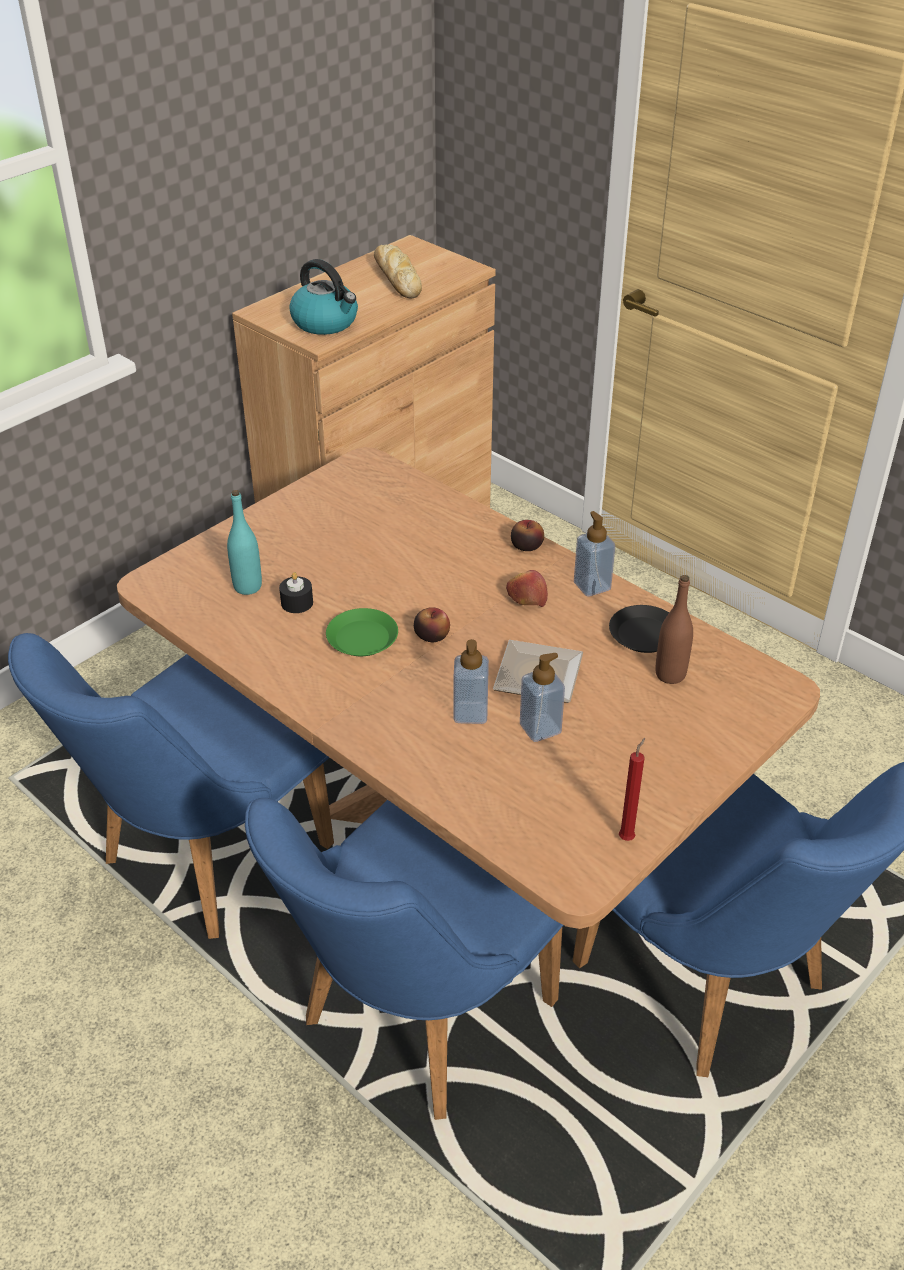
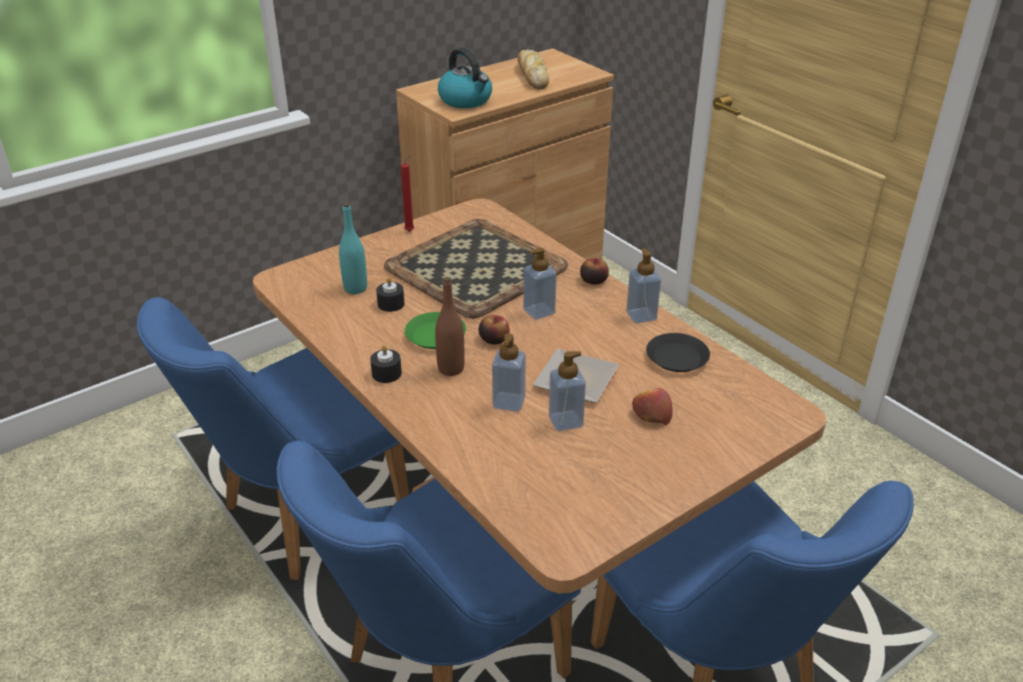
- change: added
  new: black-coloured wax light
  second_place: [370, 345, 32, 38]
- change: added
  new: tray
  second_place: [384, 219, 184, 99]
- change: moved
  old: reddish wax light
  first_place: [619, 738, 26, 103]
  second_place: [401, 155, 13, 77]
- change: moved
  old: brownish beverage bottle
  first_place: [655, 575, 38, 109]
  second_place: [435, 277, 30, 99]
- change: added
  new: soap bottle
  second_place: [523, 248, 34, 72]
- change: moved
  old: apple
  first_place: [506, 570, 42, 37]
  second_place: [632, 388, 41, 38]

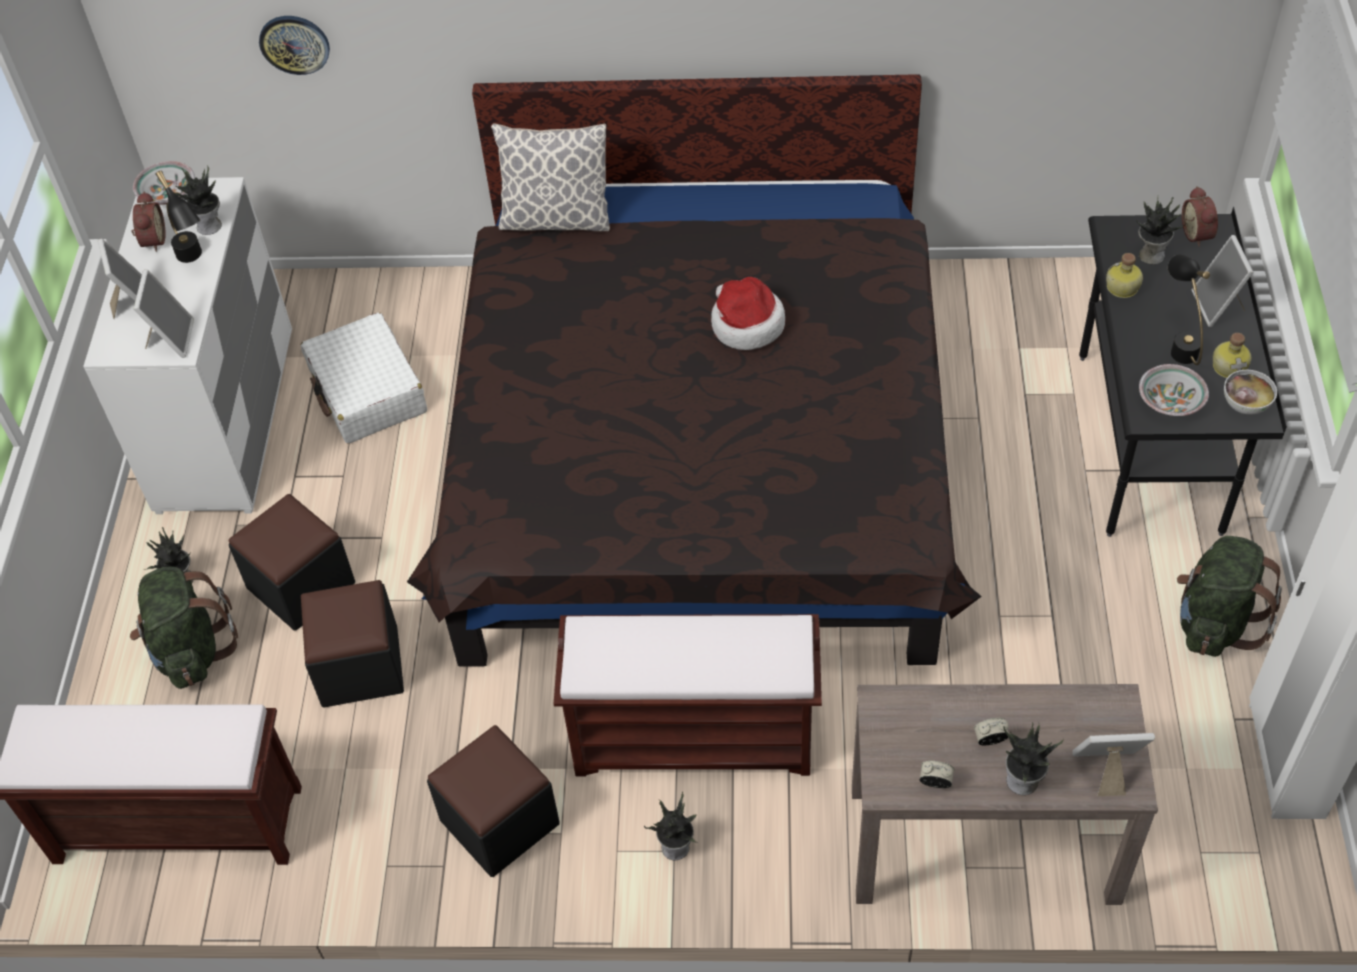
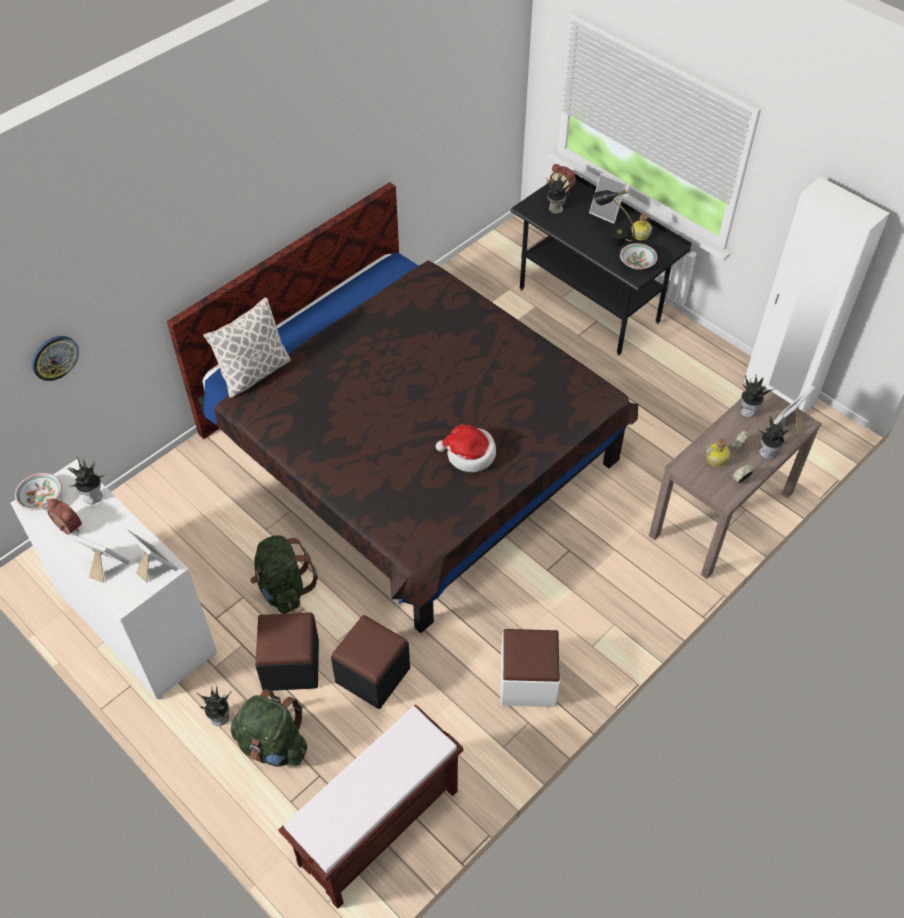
- change: moved
  old: greenish knapsack
  first_place: [1177, 536, 105, 121]
  second_place: [250, 535, 68, 79]
- change: moved
  old: clothing hat
  first_place: [711, 277, 74, 73]
  second_place: [436, 425, 60, 47]
- change: recoloured
  old: black-coloured ottoman
  new: white ottoman
  first_place: [427, 725, 133, 152]
  second_place: [501, 629, 59, 78]
- change: moved
  old: beverage bottle
  first_place: [1106, 253, 37, 45]
  second_place: [706, 439, 24, 28]
- change: moved
  old: plant in a pot
  first_place: [644, 792, 54, 68]
  second_place: [740, 374, 34, 44]
- change: removed
  old: black-coloured lamp for a table
  first_place: [156, 171, 46, 92]
- change: removed
  old: white piece of luggage
  first_place: [301, 312, 126, 132]
- change: removed
  old: brownish bench
  first_place: [554, 614, 268, 162]
- change: removed
  old: bowl
  first_place: [1224, 370, 53, 45]

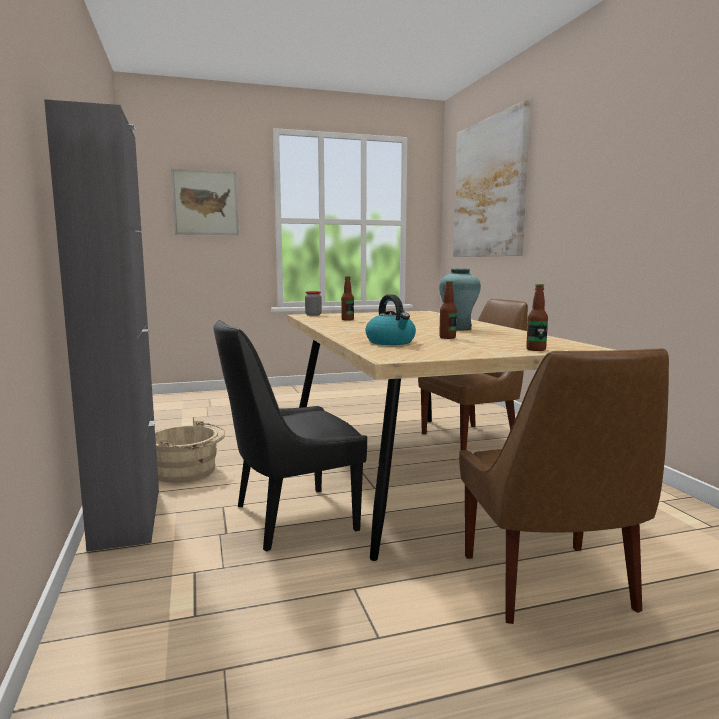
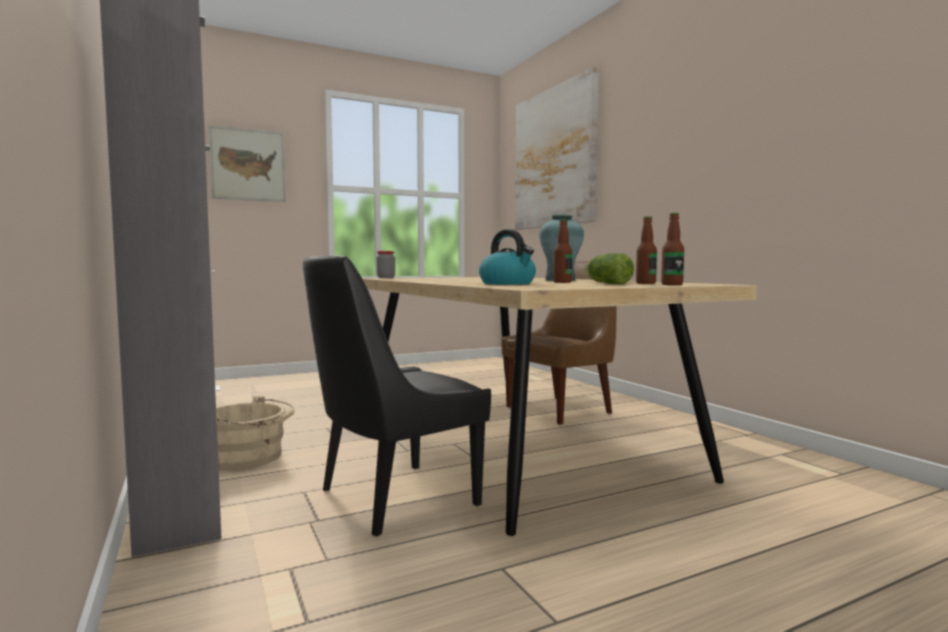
- change: added
  new: head of lettuce
  second_place: [585, 253, 49, 31]
- change: moved
  old: beverage bottle
  first_place: [341, 276, 13, 44]
  second_place: [636, 216, 21, 68]
- change: removed
  old: brownish upright chair
  first_place: [459, 348, 210, 276]

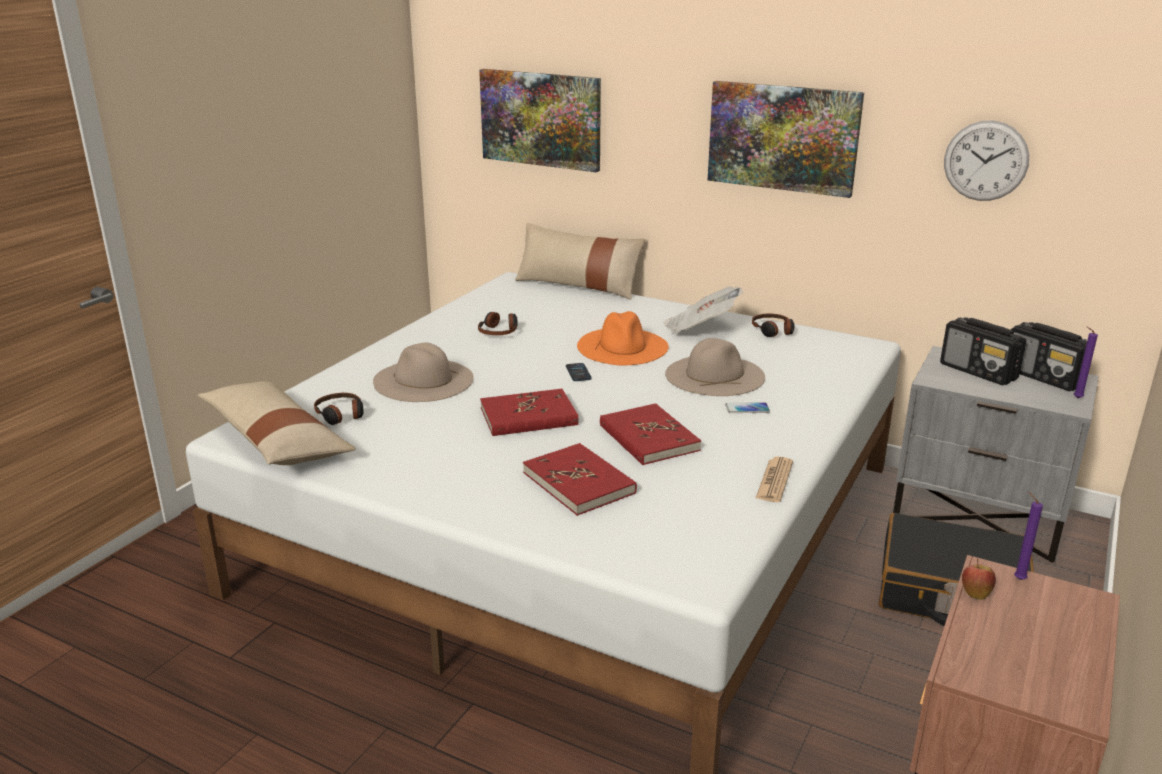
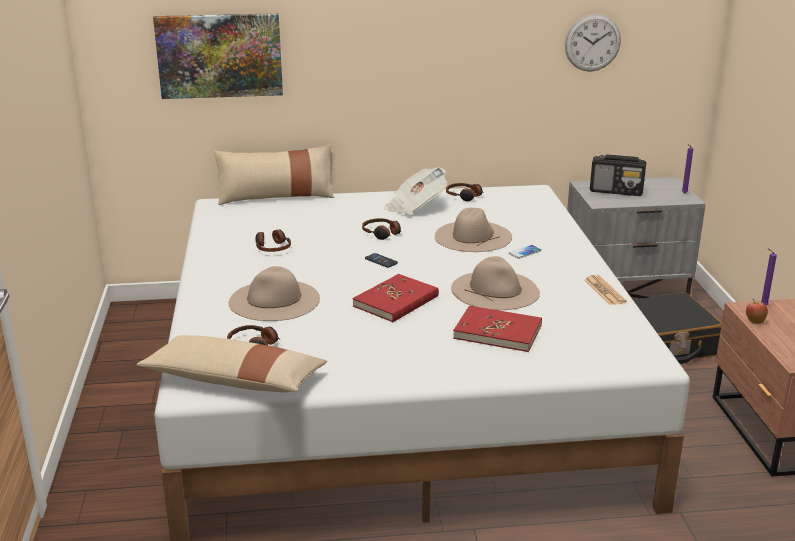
- change: replaced
  old: orange clothing hat
  new: headset
  first_place: [577, 311, 92, 54]
  second_place: [362, 218, 39, 22]
- change: replaced
  old: reddish bound book
  new: sand-coloured clothing hat
  first_place: [600, 403, 101, 62]
  second_place: [451, 256, 89, 54]
- change: removed
  old: wall art
  first_place: [708, 81, 156, 117]
- change: removed
  old: radio receiver
  first_place: [1011, 322, 76, 69]

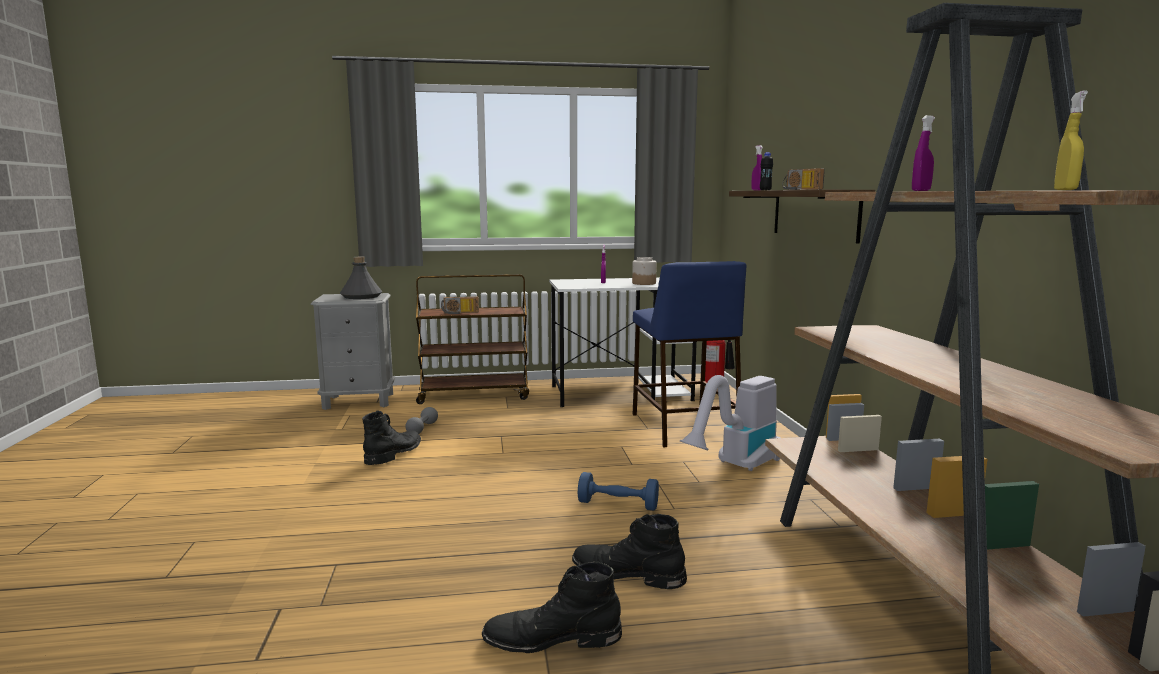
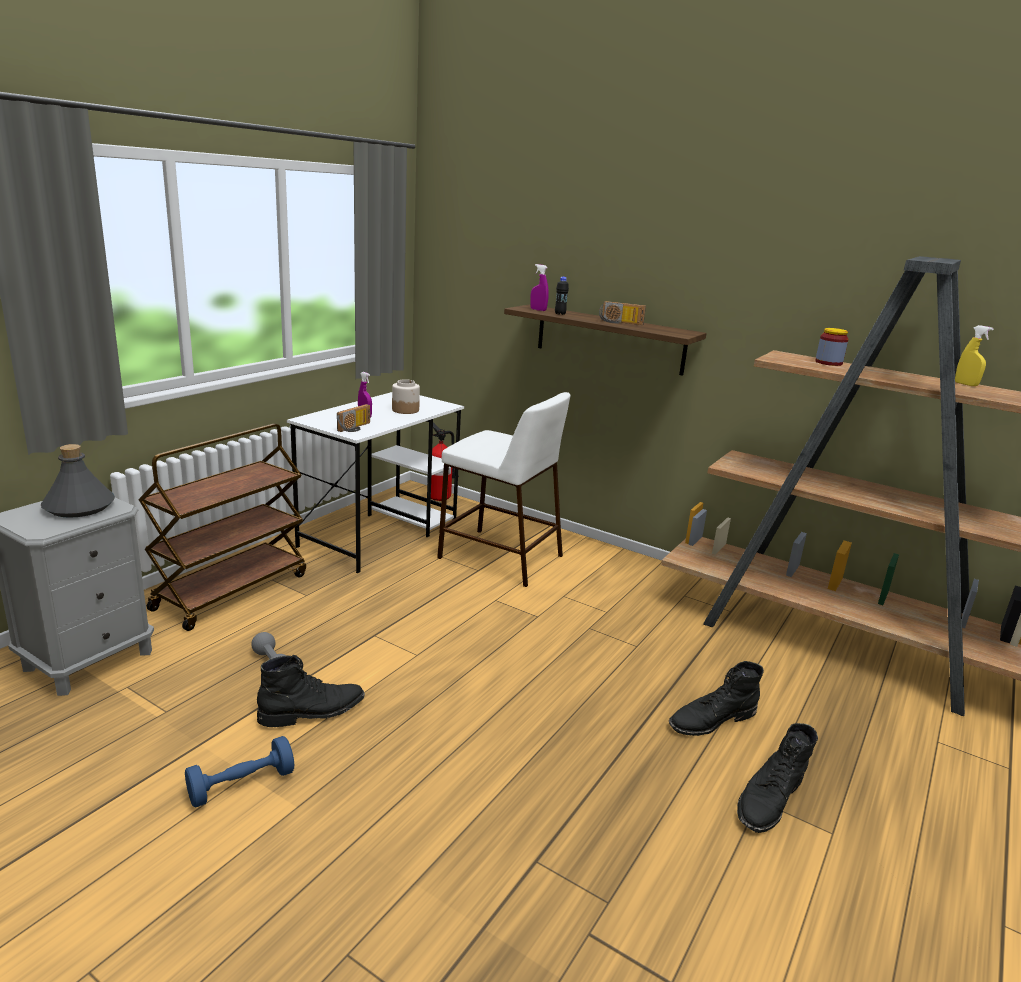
- change: moved
  old: blue free weight
  first_place: [578, 472, 81, 39]
  second_place: [185, 736, 109, 72]
- change: turned
  old: black-coloured tall boot
  first_place: [362, 410, 59, 55]
  second_place: [257, 655, 108, 72]
  degrees: 90
- change: moved
  old: radio receiver
  first_place: [441, 297, 38, 17]
  second_place: [337, 404, 33, 28]
- change: recoloured
  old: blue stool seat
  new: white stool seat
  first_place: [633, 261, 113, 186]
  second_place: [437, 392, 133, 195]
- change: replaced
  old: purple spray bottle
  new: storage jar
  first_place: [912, 115, 23, 76]
  second_place: [815, 328, 33, 38]
- change: removed
  old: hoover
  first_place: [680, 375, 100, 96]

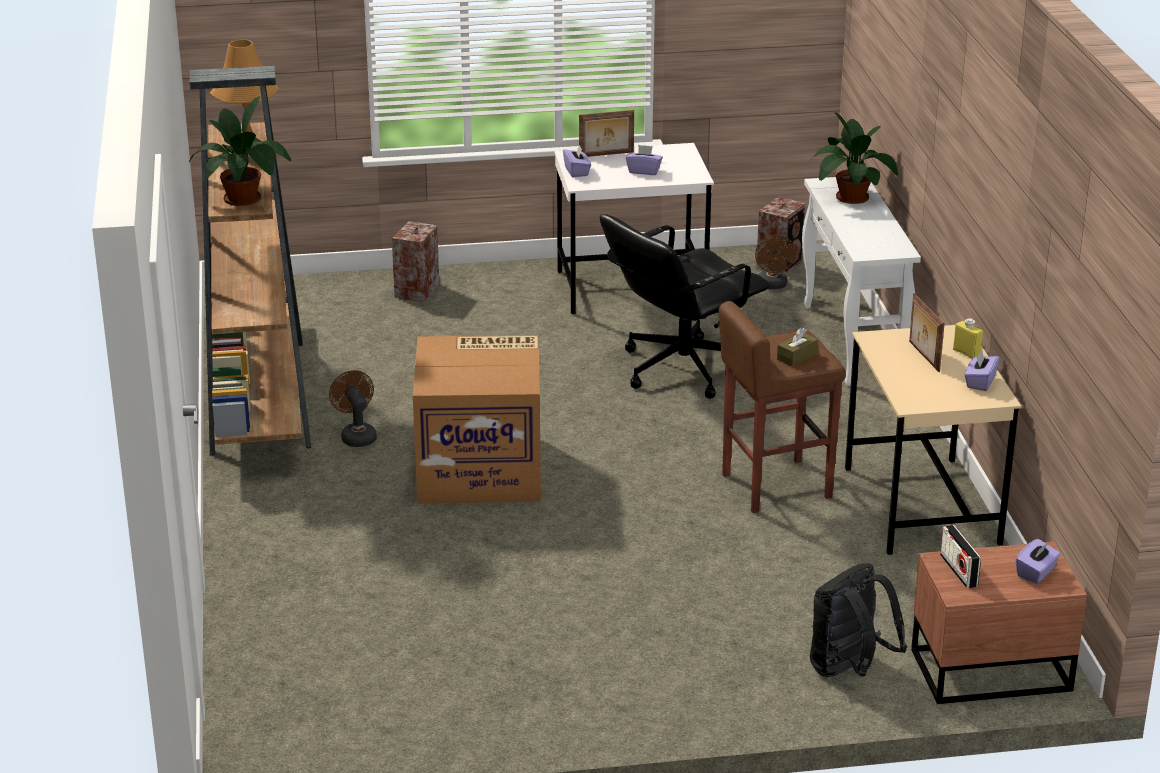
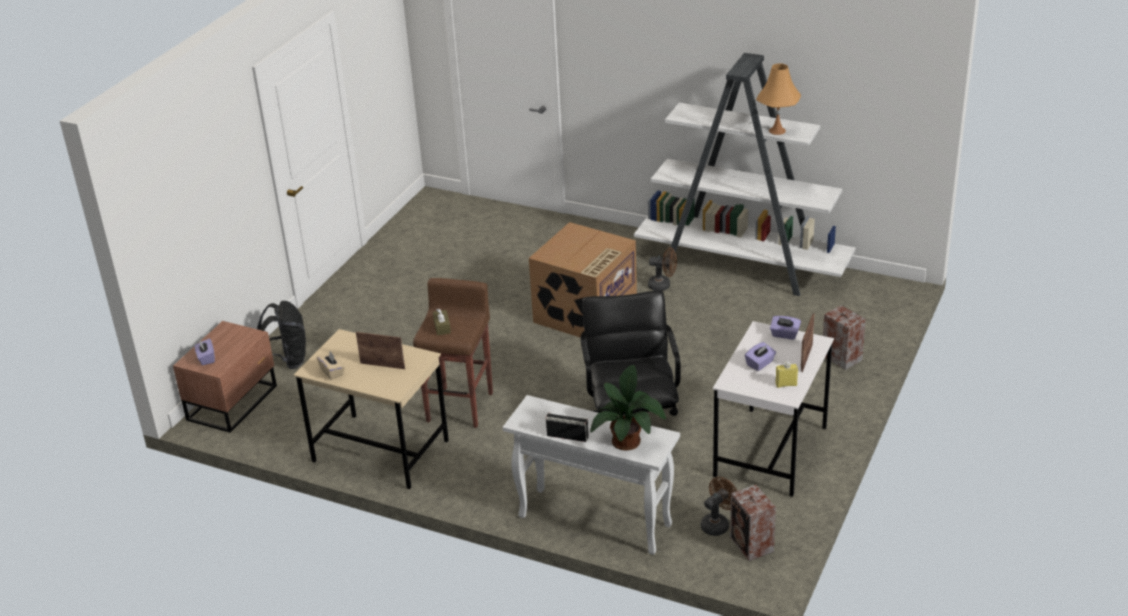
- change: recoloured
  old: purple tissue holder
  new: sand-coloured tissue holder
  first_place: [965, 350, 35, 41]
  second_place: [317, 351, 28, 29]
- change: moved
  old: radio receiver
  first_place: [940, 525, 41, 63]
  second_place: [546, 413, 43, 29]
- change: recoloured
  old: brownish bookshelf
  new: white bookshelf
  first_place: [190, 66, 121, 390]
  second_place: [634, 53, 221, 243]
- change: turned
  old: brownish cooling fan
  first_place: [755, 235, 41, 54]
  second_place: [701, 477, 36, 59]
  degrees: 105
- change: moved
  old: yellow beverage bottle
  first_place: [953, 318, 30, 41]
  second_place: [775, 361, 23, 27]
- change: removed
  old: plant in a pot
  first_place: [189, 96, 102, 110]

